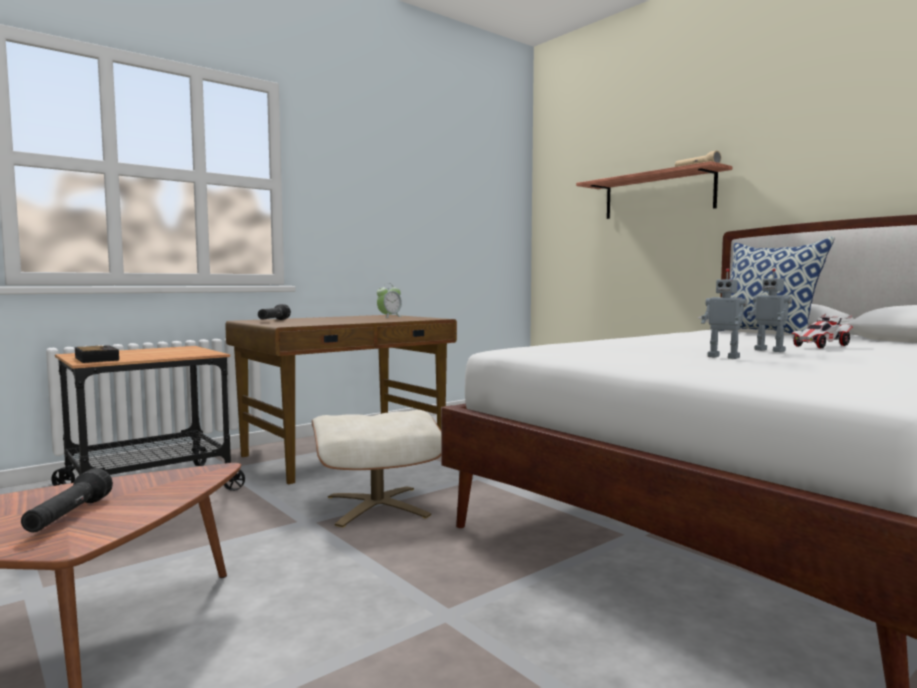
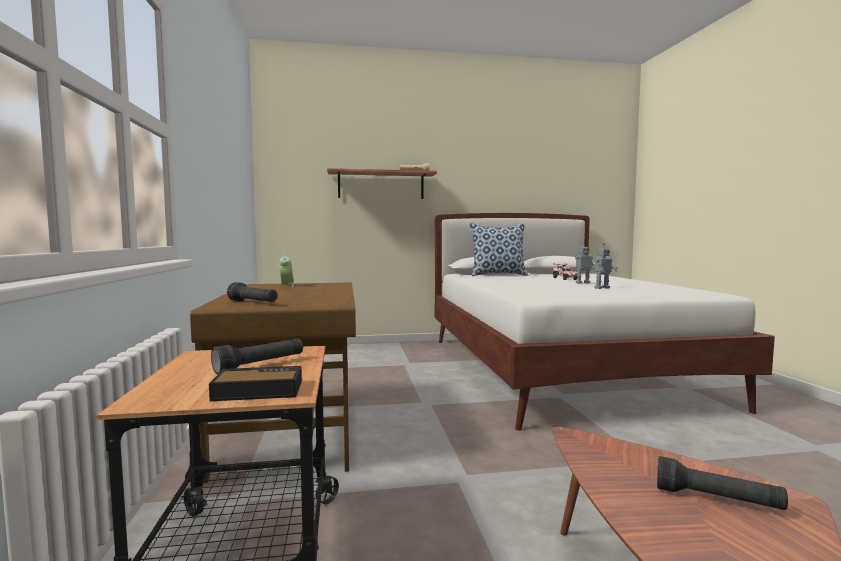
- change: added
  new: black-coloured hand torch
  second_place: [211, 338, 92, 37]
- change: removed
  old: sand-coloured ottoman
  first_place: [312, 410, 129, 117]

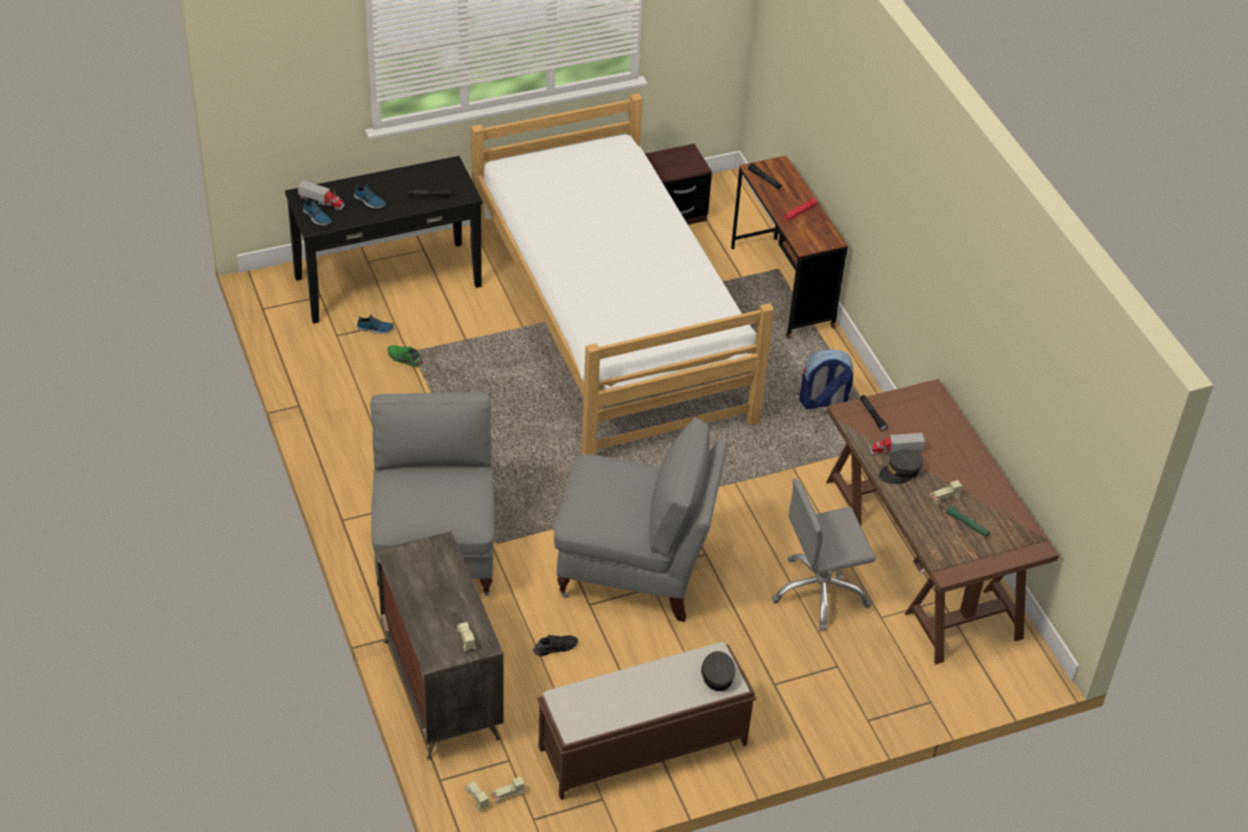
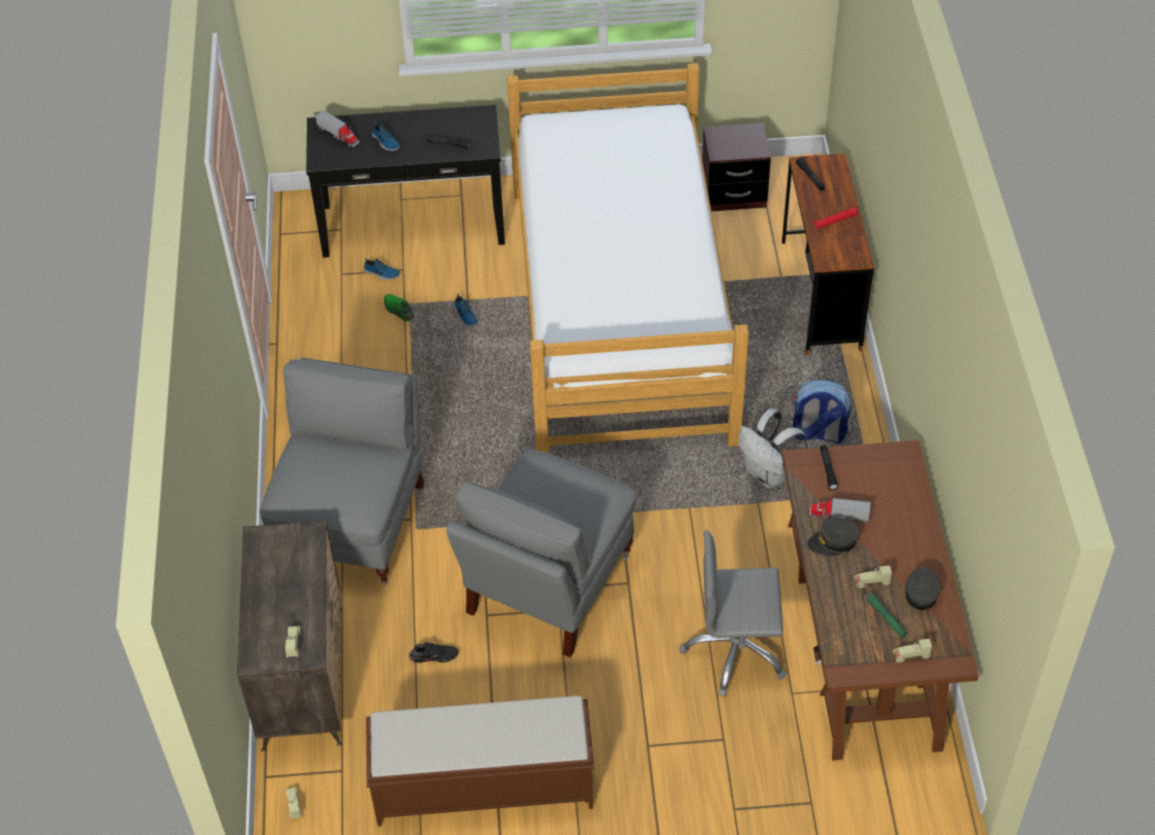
- change: turned
  old: greyish upright chair
  first_place: [554, 417, 174, 205]
  second_place: [446, 450, 190, 208]
  degrees: 90
- change: moved
  old: item of footwear
  first_place: [303, 197, 29, 28]
  second_place: [454, 294, 24, 33]
- change: added
  new: white knapsack
  second_place: [738, 408, 70, 80]
- change: moved
  old: sand-coloured miniature car
  first_place: [491, 777, 34, 27]
  second_place: [893, 639, 39, 23]
- change: moved
  old: greyish baseball cap
  first_place: [701, 651, 35, 40]
  second_place: [905, 567, 36, 43]

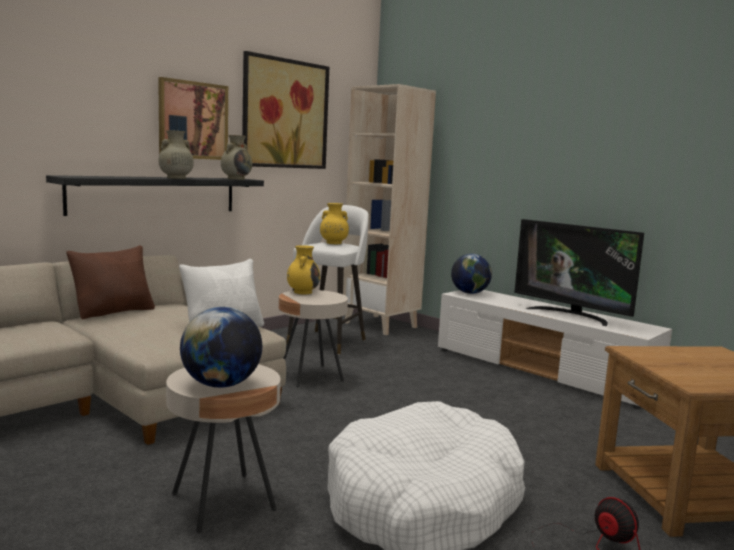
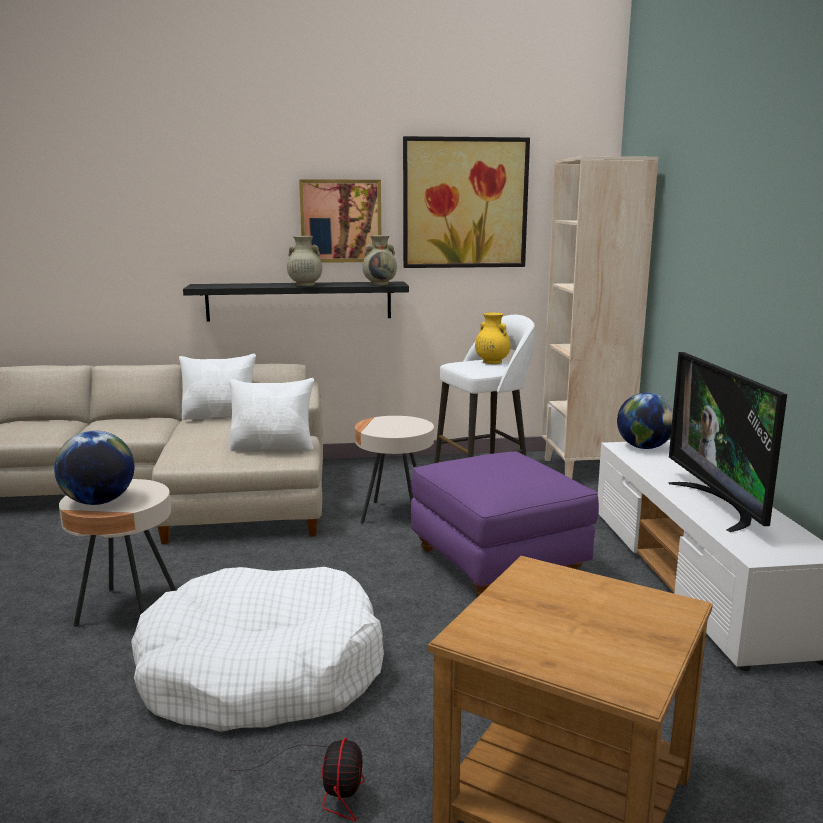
- change: recoloured
  old: brownish cushion
  new: white cushion
  first_place: [66, 245, 89, 74]
  second_place: [179, 354, 77, 66]
- change: added
  new: purple ottoman
  second_place: [411, 451, 188, 145]
- change: removed
  old: yellow decorative vase
  first_place: [287, 245, 33, 49]

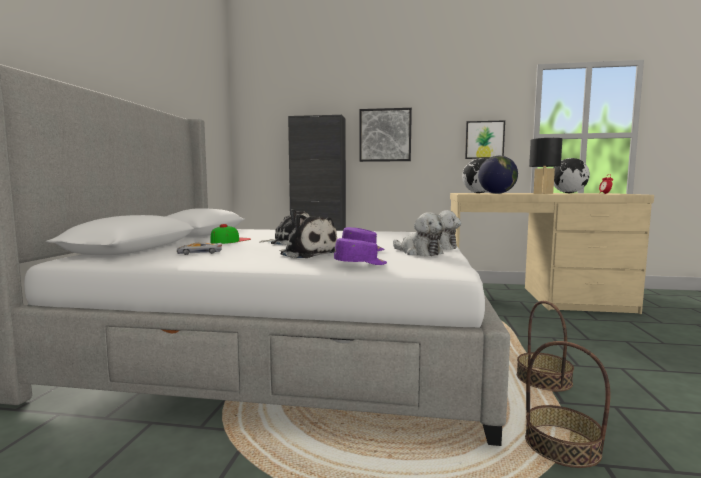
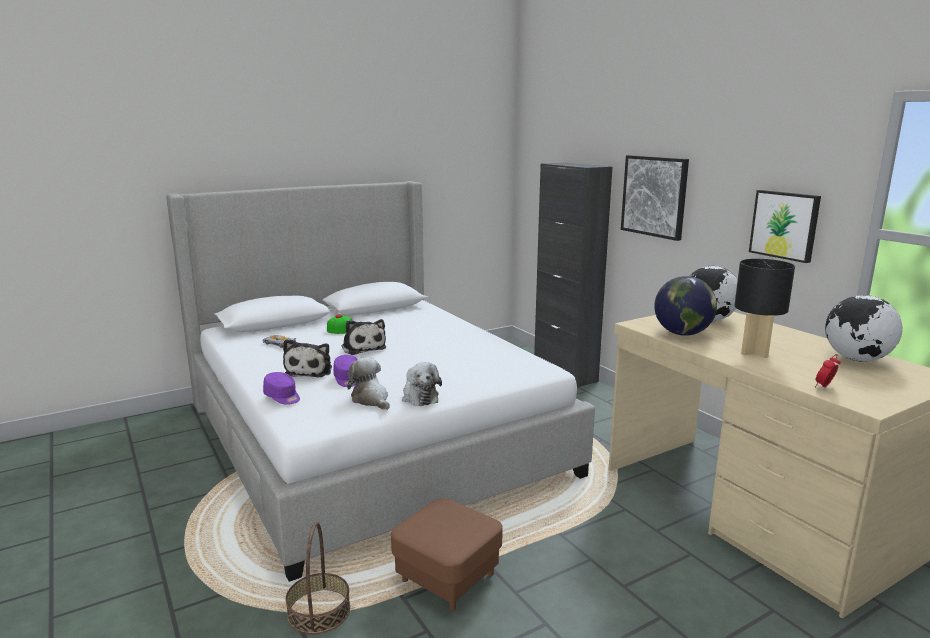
- change: turned
  old: plush toy
  first_place: [393, 212, 52, 44]
  second_place: [347, 357, 43, 53]
  degrees: 135
- change: replaced
  old: household basket
  new: brownish ottoman
  first_place: [517, 301, 57, 91]
  second_place: [391, 498, 112, 112]

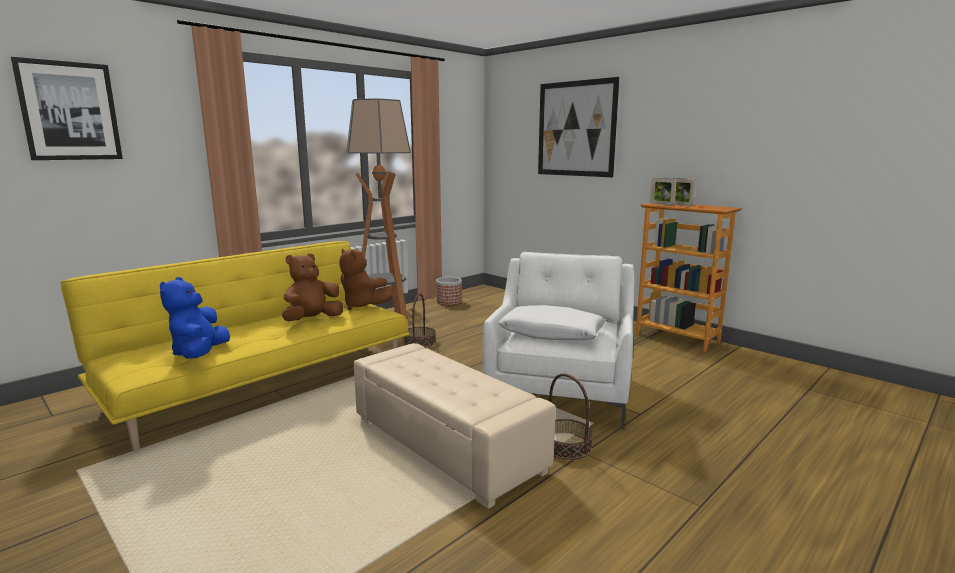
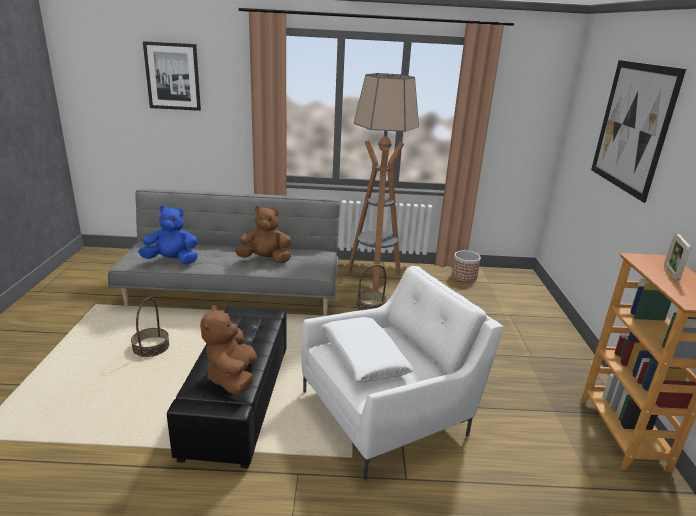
- change: recoloured
  old: yellow sofa
  new: greyish sofa
  first_place: [61, 241, 348, 210]
  second_place: [108, 189, 232, 127]
- change: moved
  old: household basket
  first_place: [549, 373, 44, 87]
  second_place: [131, 297, 38, 60]
- change: turned
  old: blue plush toy
  first_place: [160, 277, 70, 81]
  second_place: [138, 205, 60, 59]
  degrees: 45
- change: recoloured
  old: sand-coloured ottoman
  new: black-coloured ottoman
  first_place: [354, 343, 202, 166]
  second_place: [167, 306, 120, 163]
- change: moved
  old: brownish plush toy
  first_place: [339, 249, 54, 61]
  second_place: [200, 305, 57, 90]
- change: removed
  old: picture frame
  first_place: [650, 178, 27, 28]

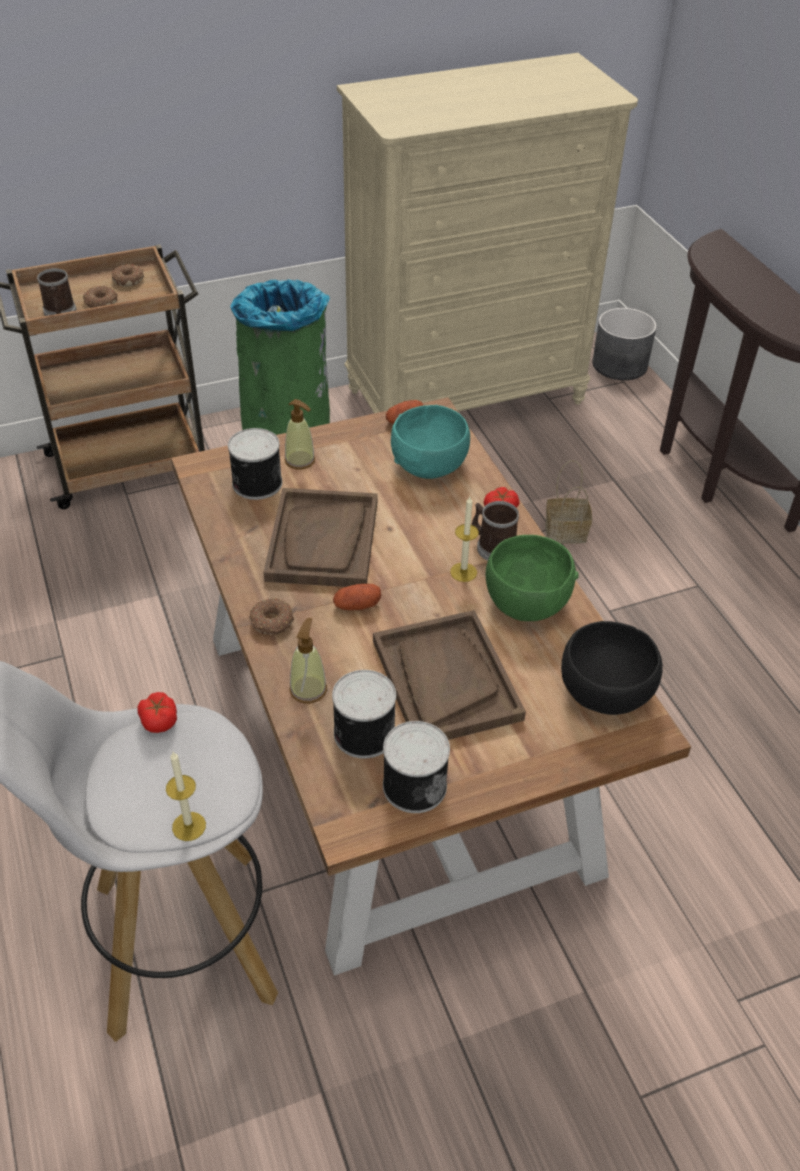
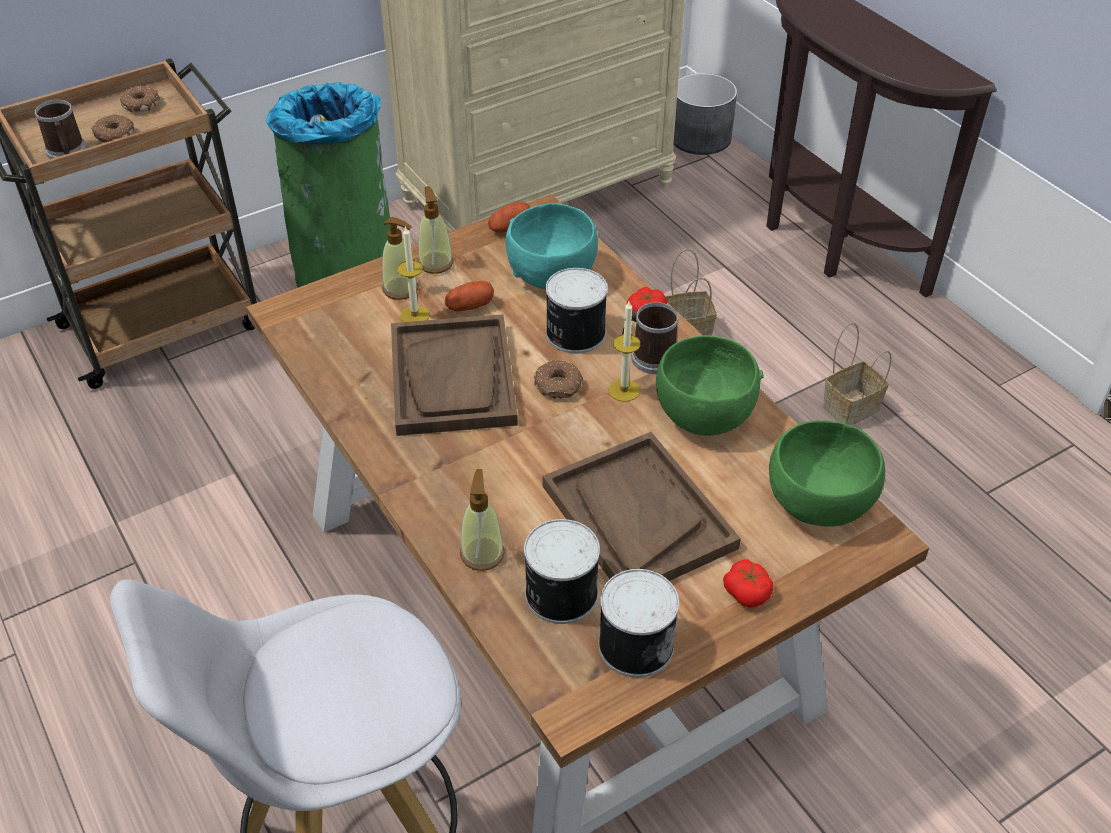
- change: moved
  old: wax light
  first_place: [166, 752, 40, 89]
  second_place: [397, 226, 33, 96]
- change: added
  new: soap bottle
  second_place: [418, 186, 35, 88]
- change: moved
  old: potato
  first_place: [333, 584, 48, 26]
  second_place: [445, 281, 49, 30]
- change: moved
  old: donut
  first_place: [249, 598, 45, 37]
  second_place: [534, 360, 49, 39]
- change: moved
  old: metal can
  first_place: [228, 428, 54, 72]
  second_place: [546, 268, 61, 86]
- change: moved
  old: tomato
  first_place: [137, 692, 40, 41]
  second_place: [723, 559, 50, 49]
- change: recoloured
  old: black-coloured bowl
  new: greenish bowl
  first_place: [561, 621, 102, 94]
  second_place: [769, 420, 116, 107]
- change: added
  new: household basket
  second_place: [823, 323, 69, 102]

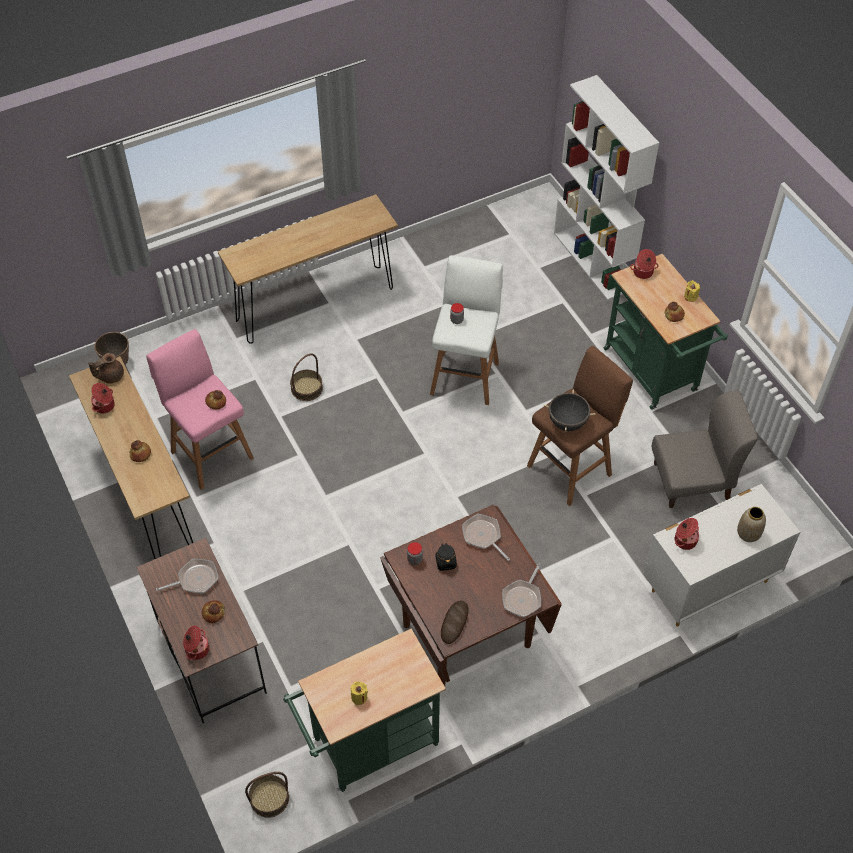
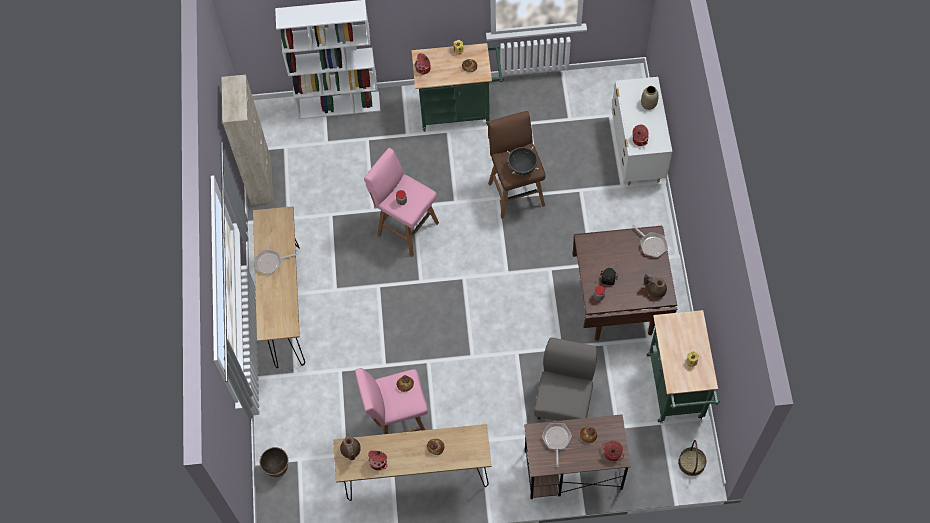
- change: added
  new: sand-coloured storage cabinet
  second_place: [222, 75, 51, 130]
- change: moved
  old: skillet
  first_place: [462, 514, 48, 47]
  second_place: [254, 249, 43, 25]
- change: recoloured
  old: white stool seat
  new: pink-coloured stool seat
  first_place: [430, 255, 73, 150]
  second_place: [364, 148, 75, 109]
- change: moved
  old: greyish upright chair
  first_place: [652, 391, 106, 117]
  second_place: [534, 337, 63, 84]
- change: replaced
  old: bread
  new: brownish tea pot
  first_place: [441, 601, 28, 43]
  second_place: [644, 274, 23, 24]
- change: removed
  old: household basket
  first_place: [290, 353, 33, 48]

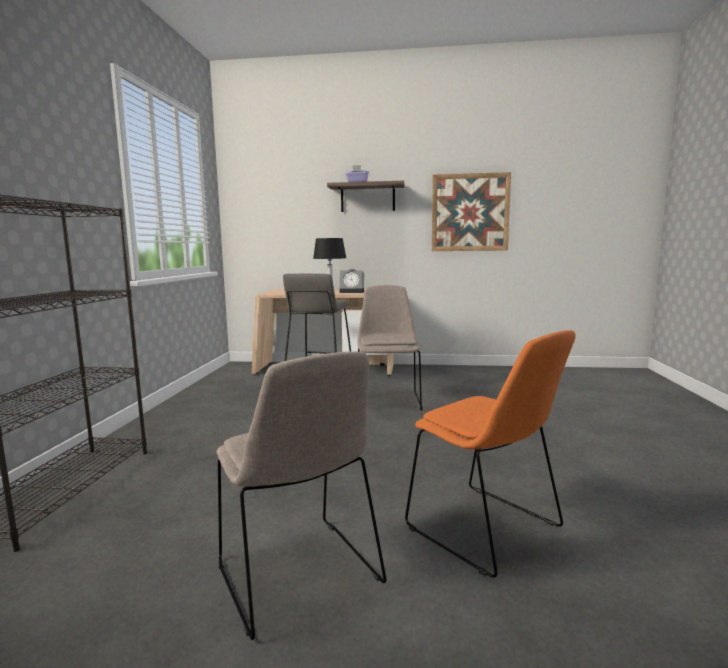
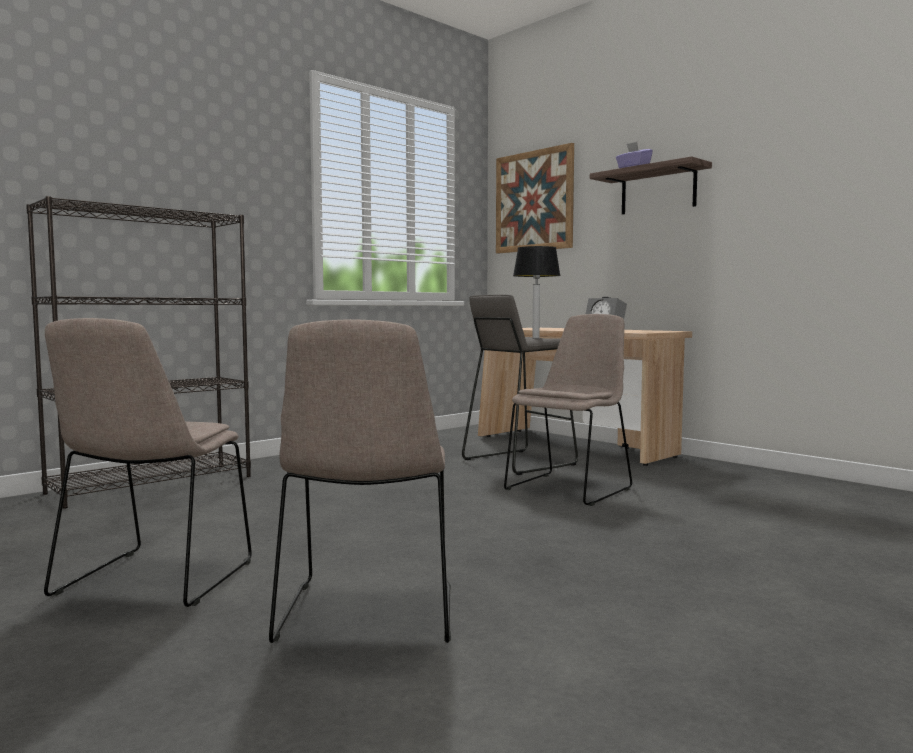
- change: recoloured
  old: orange upright chair
  new: sand-coloured upright chair
  first_place: [405, 330, 171, 248]
  second_place: [269, 319, 182, 324]
- change: moved
  old: wall art
  first_place: [432, 172, 79, 79]
  second_place: [496, 143, 78, 110]

